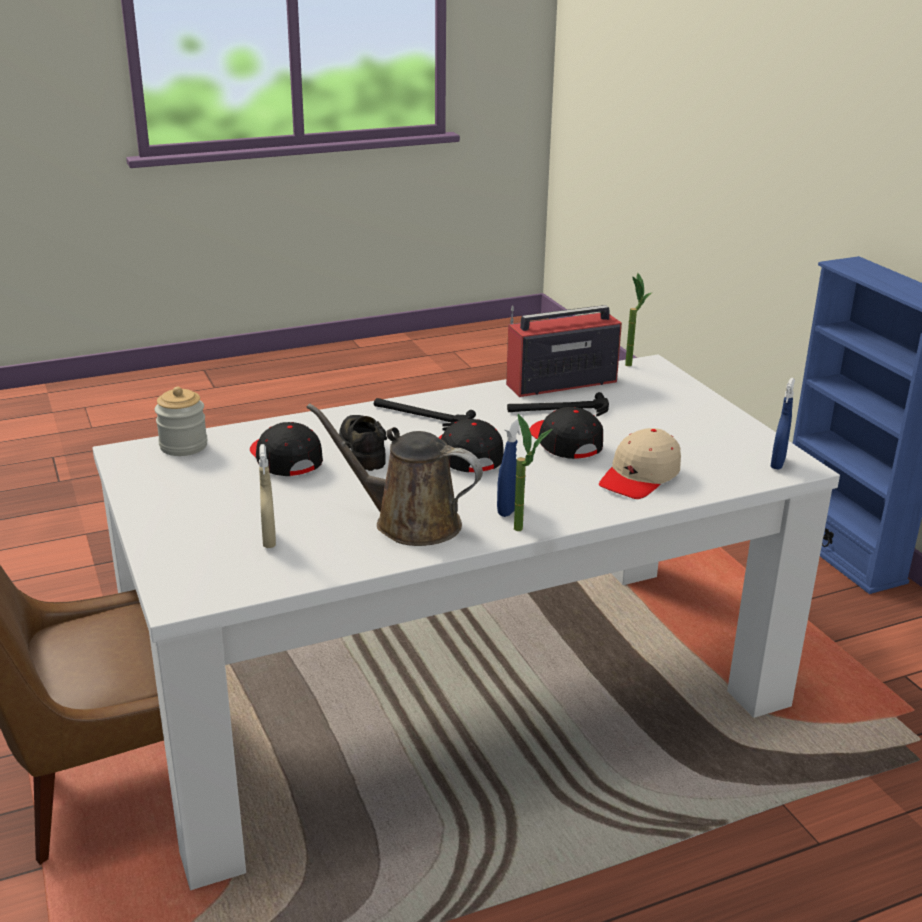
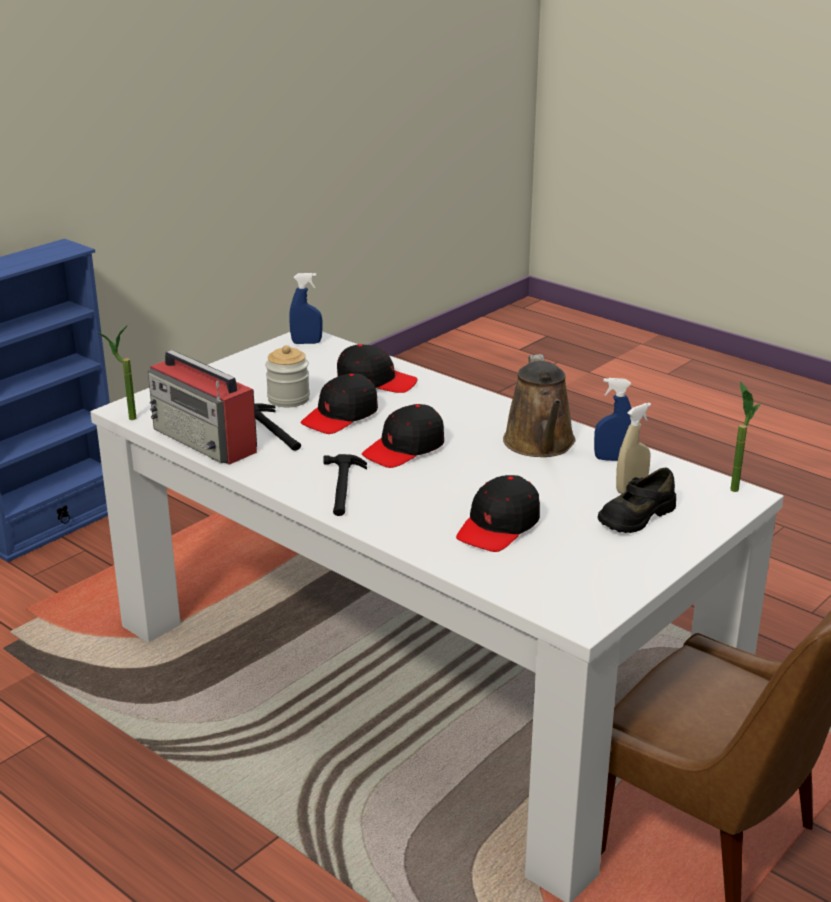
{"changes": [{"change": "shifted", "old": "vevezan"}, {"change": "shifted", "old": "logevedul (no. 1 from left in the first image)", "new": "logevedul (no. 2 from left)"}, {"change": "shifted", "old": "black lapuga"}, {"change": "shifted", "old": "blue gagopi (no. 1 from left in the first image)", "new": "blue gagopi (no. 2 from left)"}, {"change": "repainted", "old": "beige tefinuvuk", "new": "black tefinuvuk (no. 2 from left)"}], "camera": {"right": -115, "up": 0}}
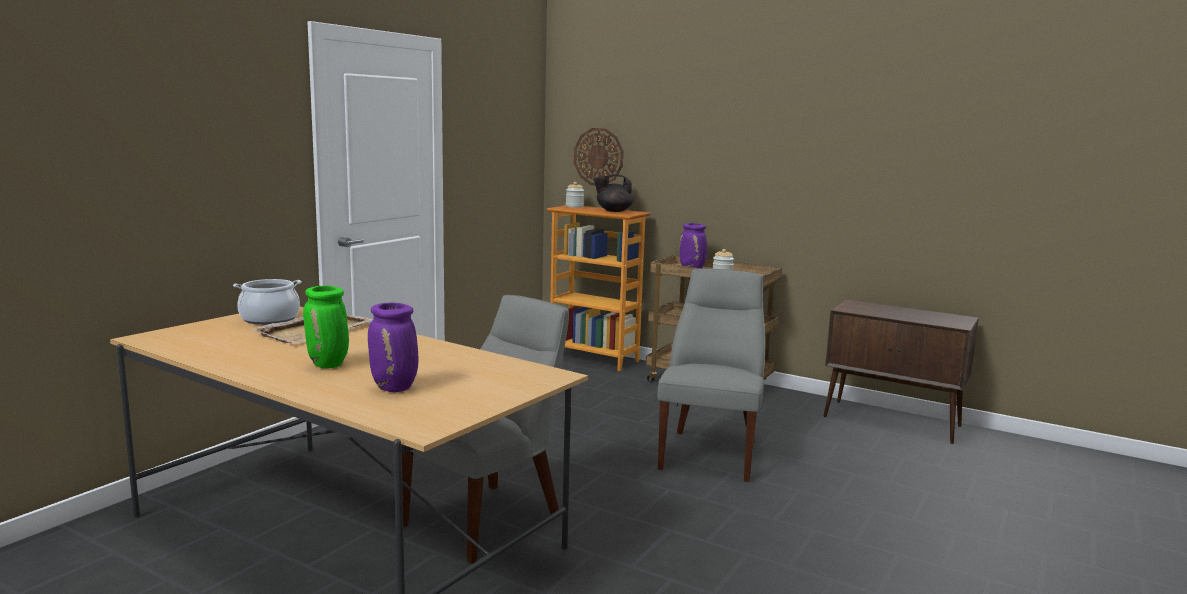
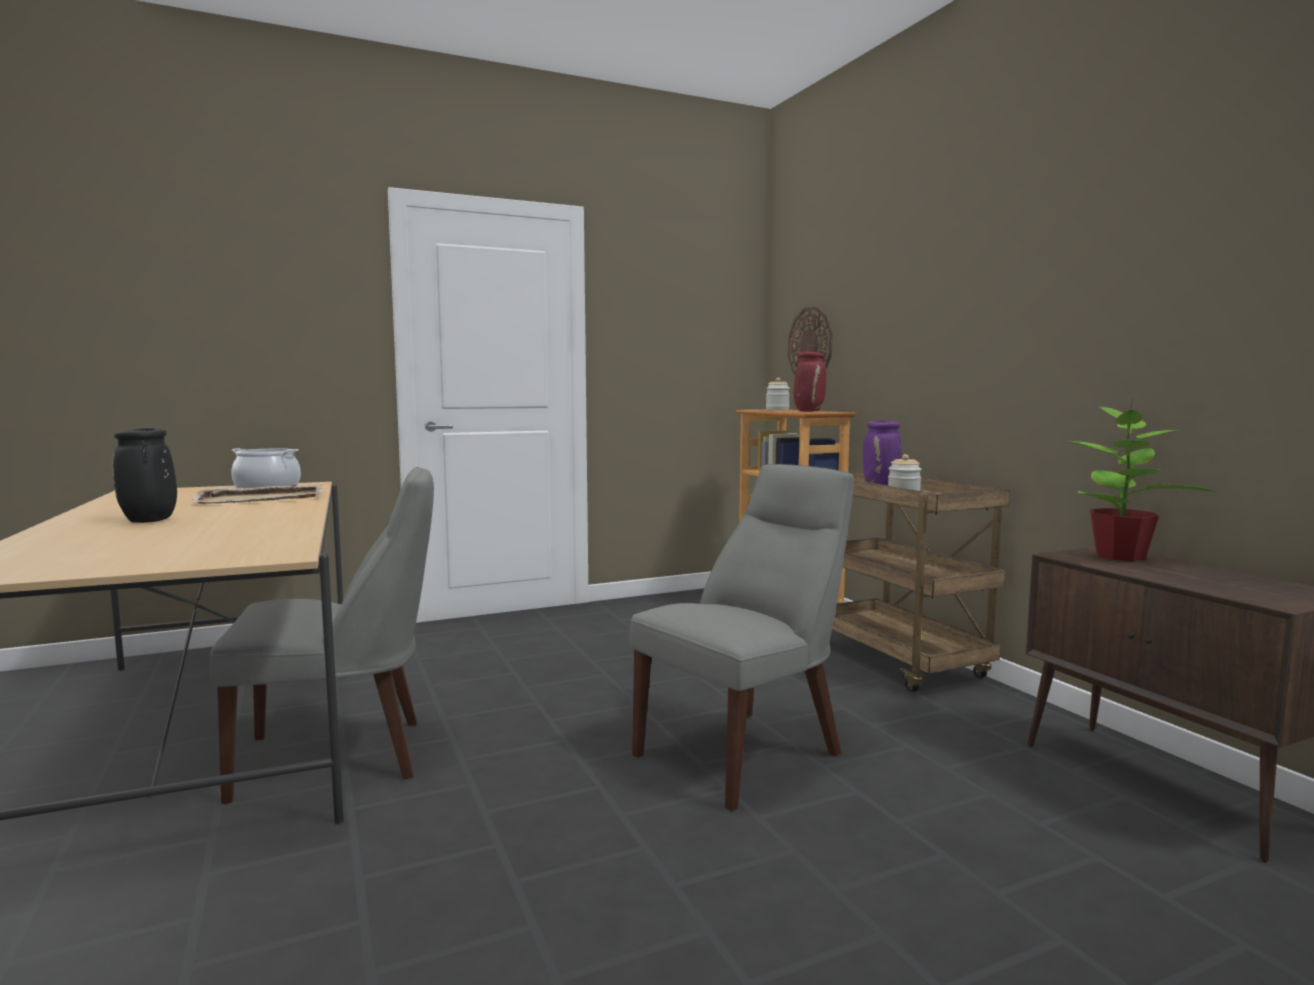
{"changes": [{"change": "swapped", "old": "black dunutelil", "new": "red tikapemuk"}, {"change": "repainted", "old": "green tikapemuk", "new": "black tikapemuk"}, {"change": "gone", "old": "purple tikapemuk (no. 1 from left)"}, {"change": "new", "new": "logevedul"}], "camera": {"right": 35, "up": -5}}
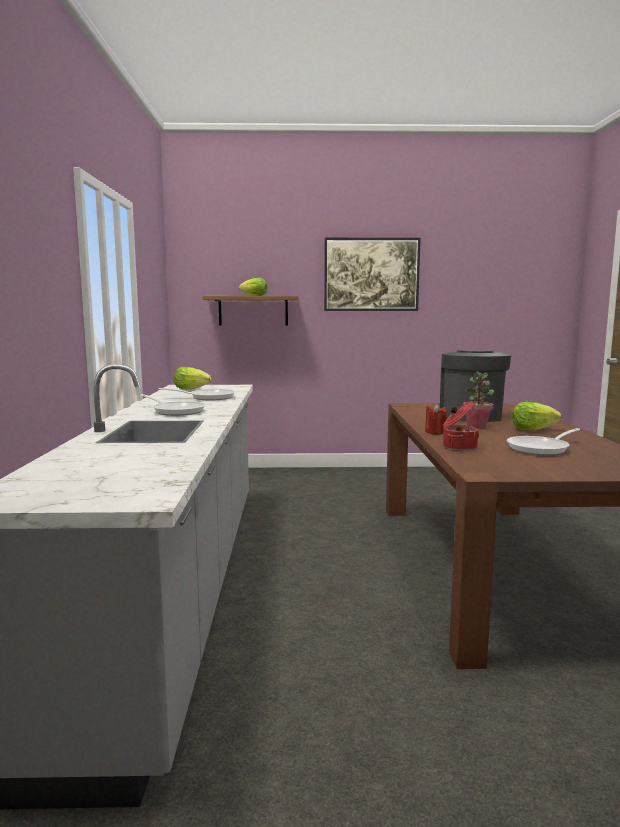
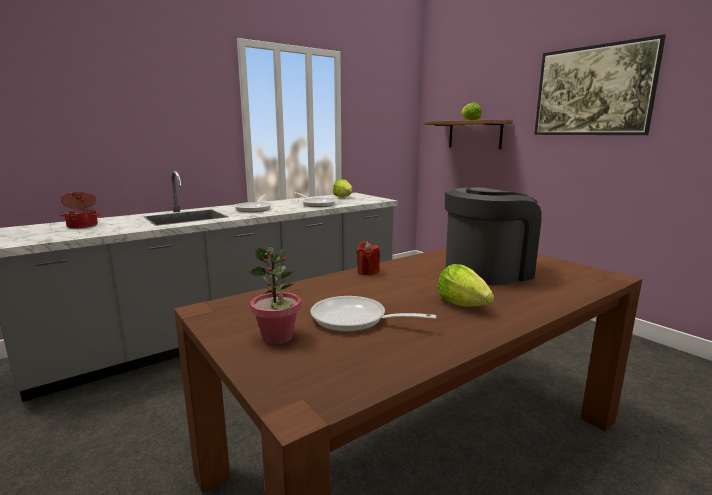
{"changes": [{"change": "shifted", "old": "logevedul"}, {"change": "shifted", "old": "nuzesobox"}], "camera": {"right": 55, "up": 5}}
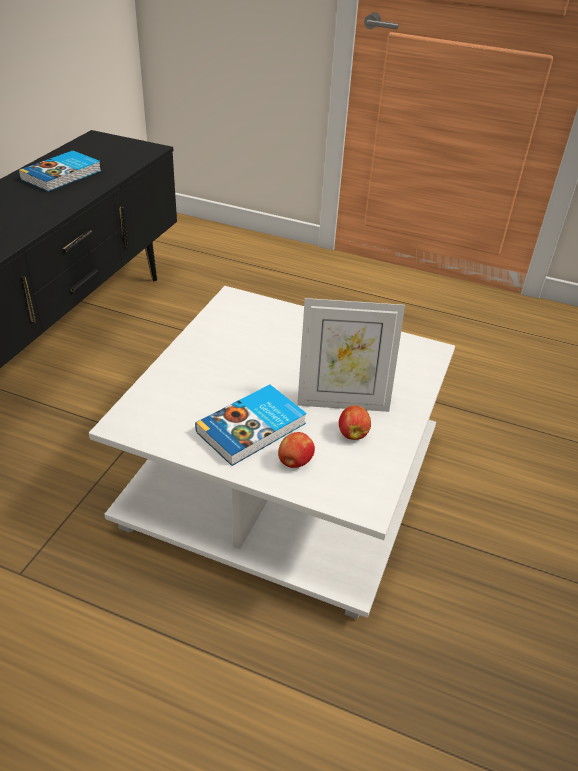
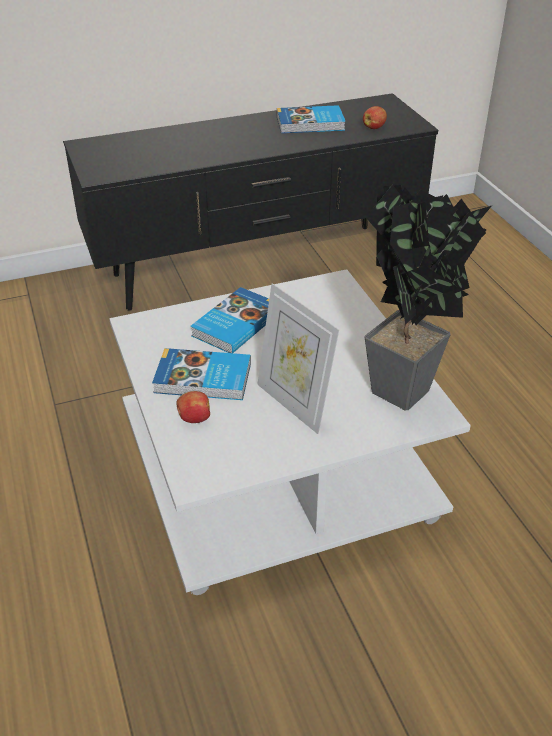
{"changes": [{"change": "shifted", "old": "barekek (no. 2 from left)"}, {"change": "new", "new": "logevedul"}, {"change": "new", "new": "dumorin (no. 2 from left)"}], "camera": {"right": 50, "up": 0}}
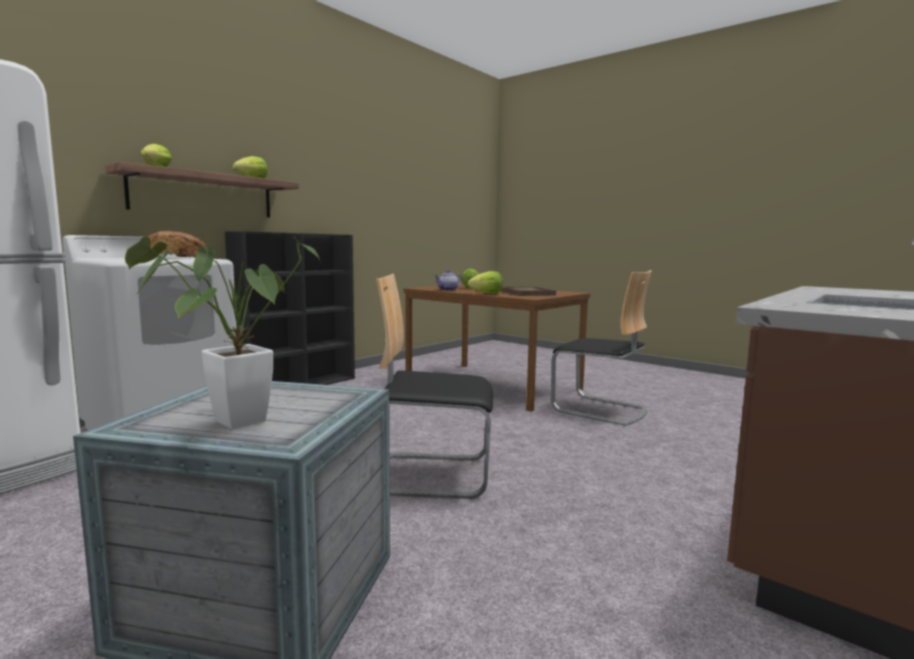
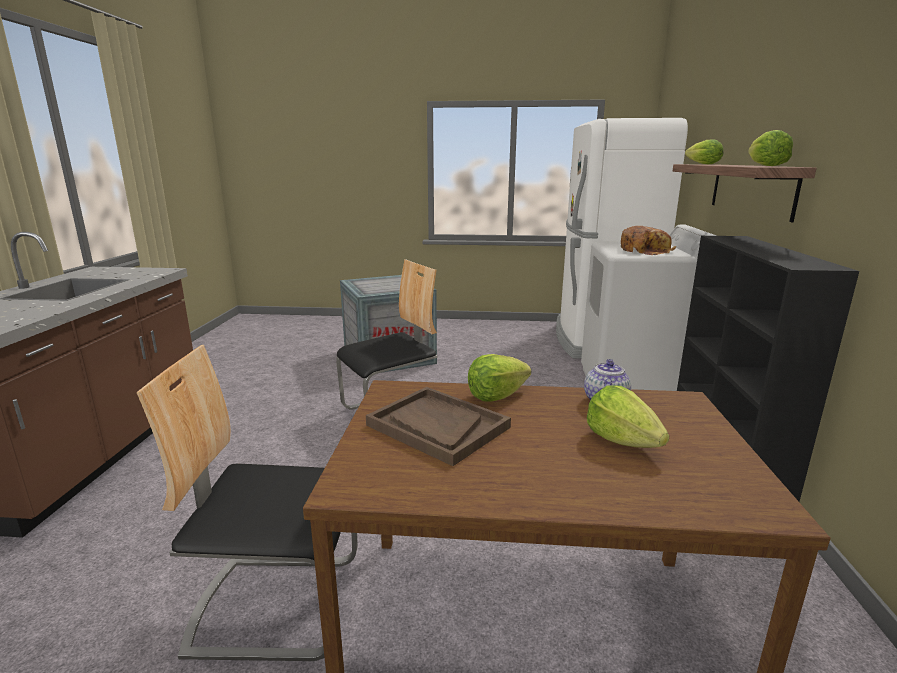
{"changes": [{"change": "gone", "old": "logevedul"}], "camera": {"right": 145, "up": 10}}
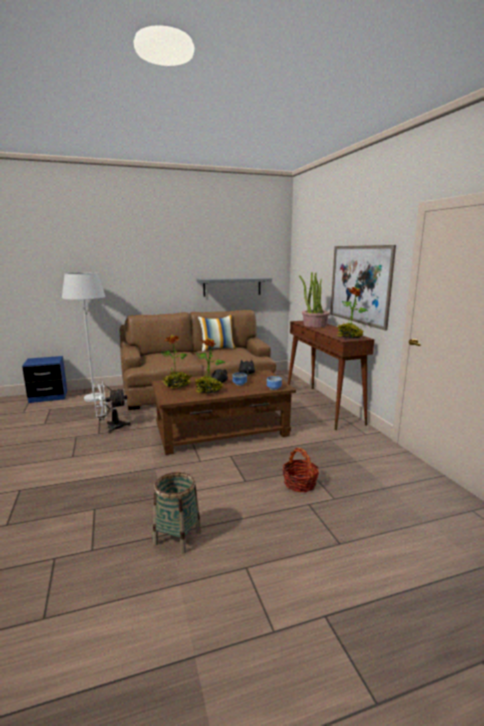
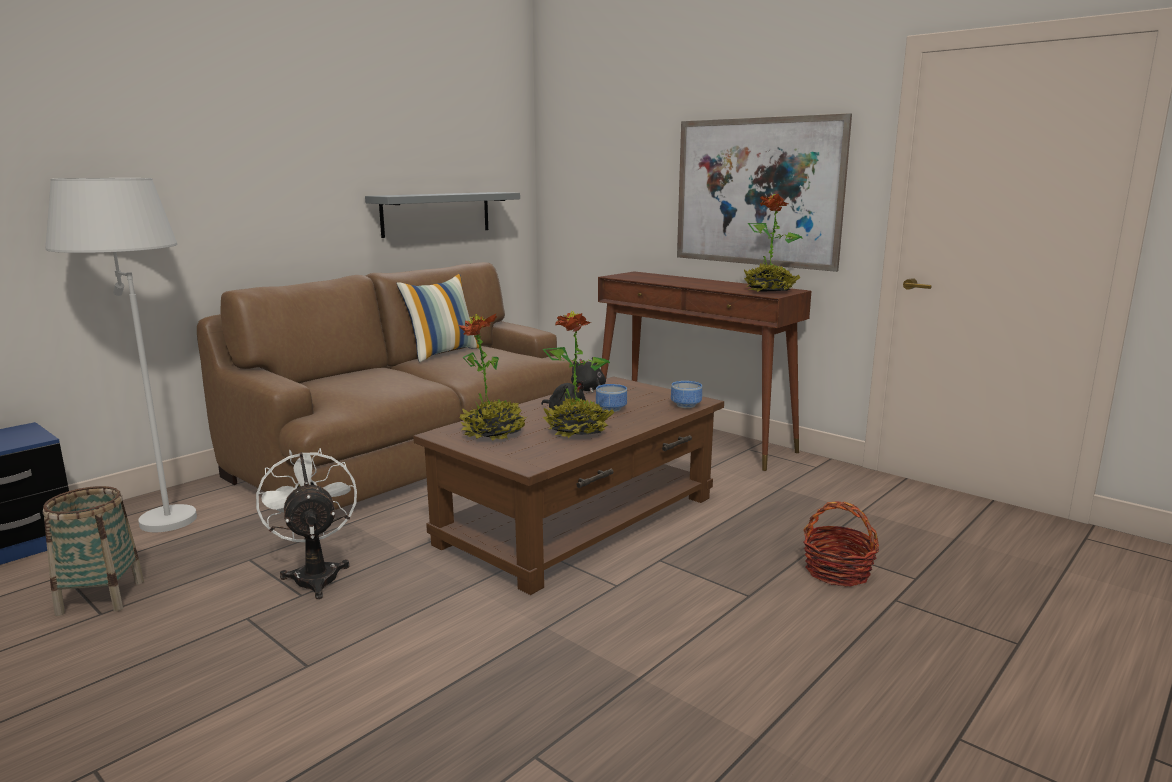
{"changes": [{"change": "gone", "old": "logevedul (no. 3 from left)"}, {"change": "rotated", "old": "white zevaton", "degrees": 120}, {"change": "shifted", "old": "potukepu (no. 1 from left)"}], "camera": {"right": -30, "up": 0}}
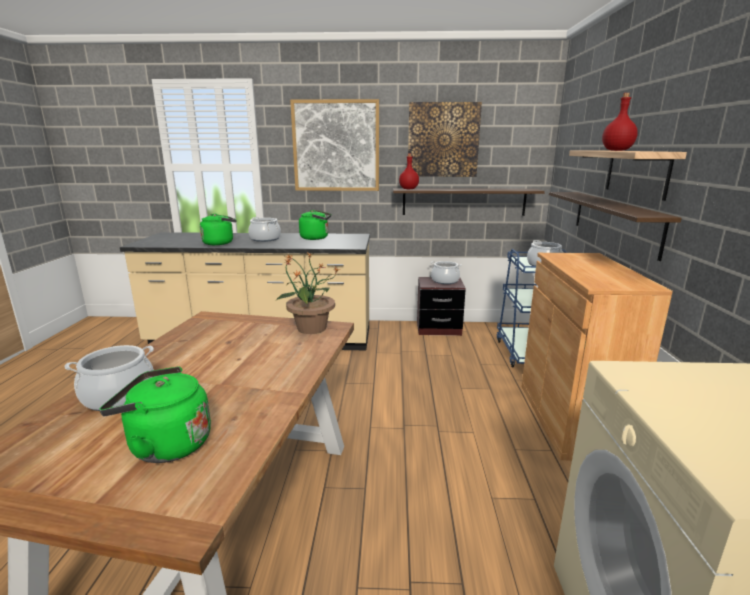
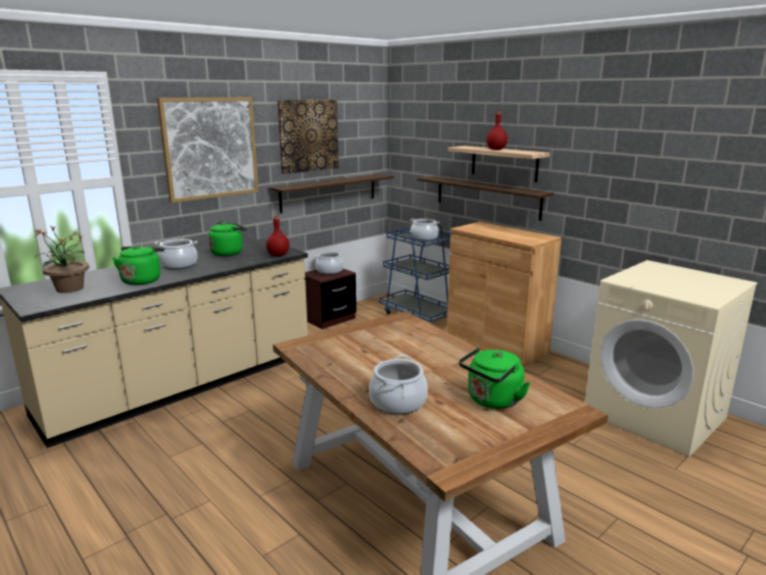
{"changes": [{"change": "shifted", "old": "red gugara (no. 1 from left)"}, {"change": "shifted", "old": "logevedul"}], "camera": {"right": -45, "up": 0}}
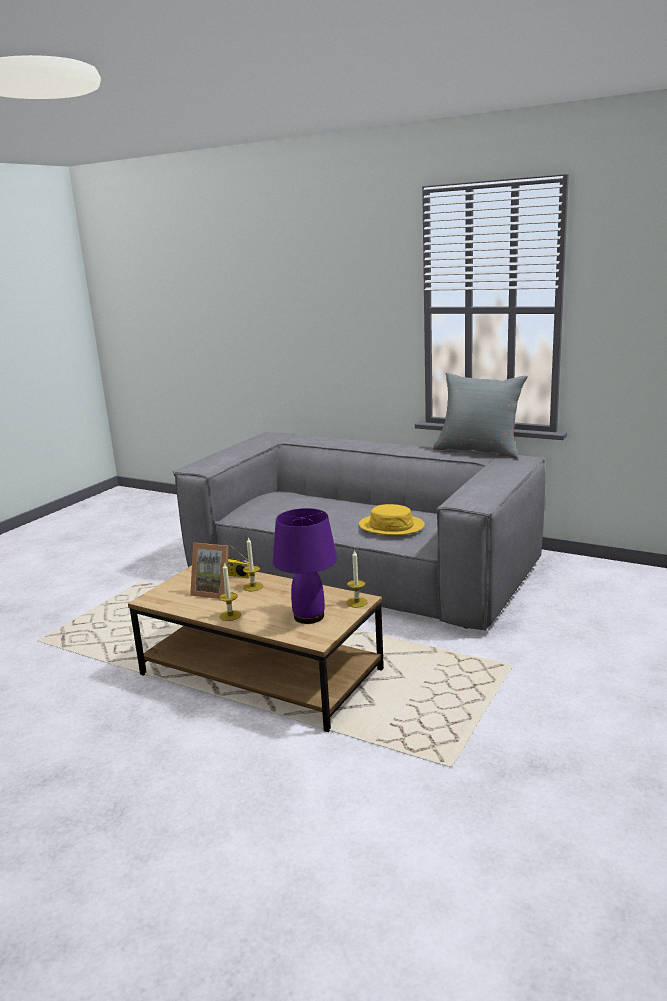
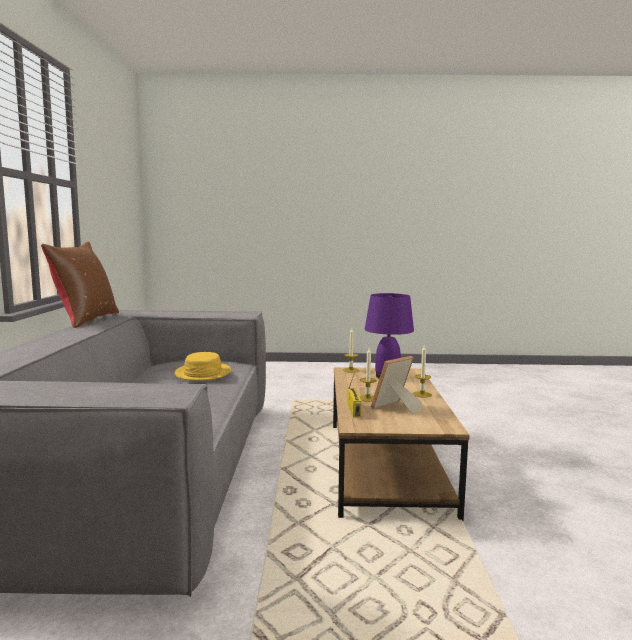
{"changes": [{"change": "repainted", "old": "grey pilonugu", "new": "brown pilonugu"}, {"change": "rotated", "old": "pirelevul", "degrees": -120}], "camera": {"right": -120, "up": -10}}
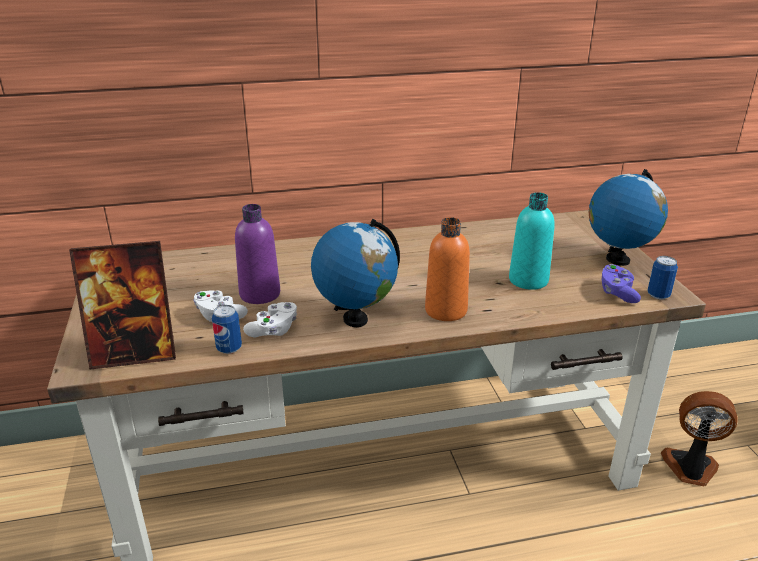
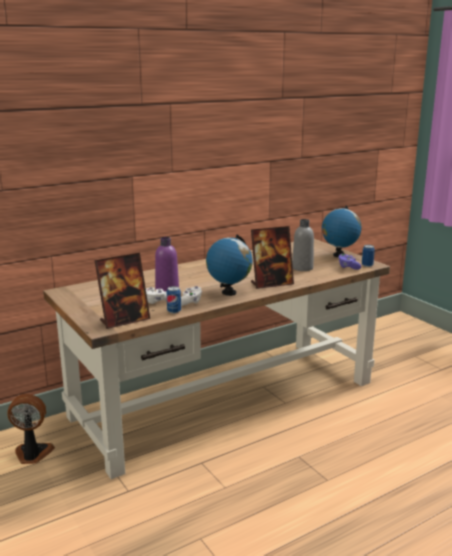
{"changes": [{"change": "repainted", "old": "turquoise gugara", "new": "grey gugara"}, {"change": "swapped", "old": "orange gugara", "new": "pirelevul (no. 2 from left)"}, {"change": "shifted", "old": "zevaton"}], "camera": {"right": -20, "up": -10}}
